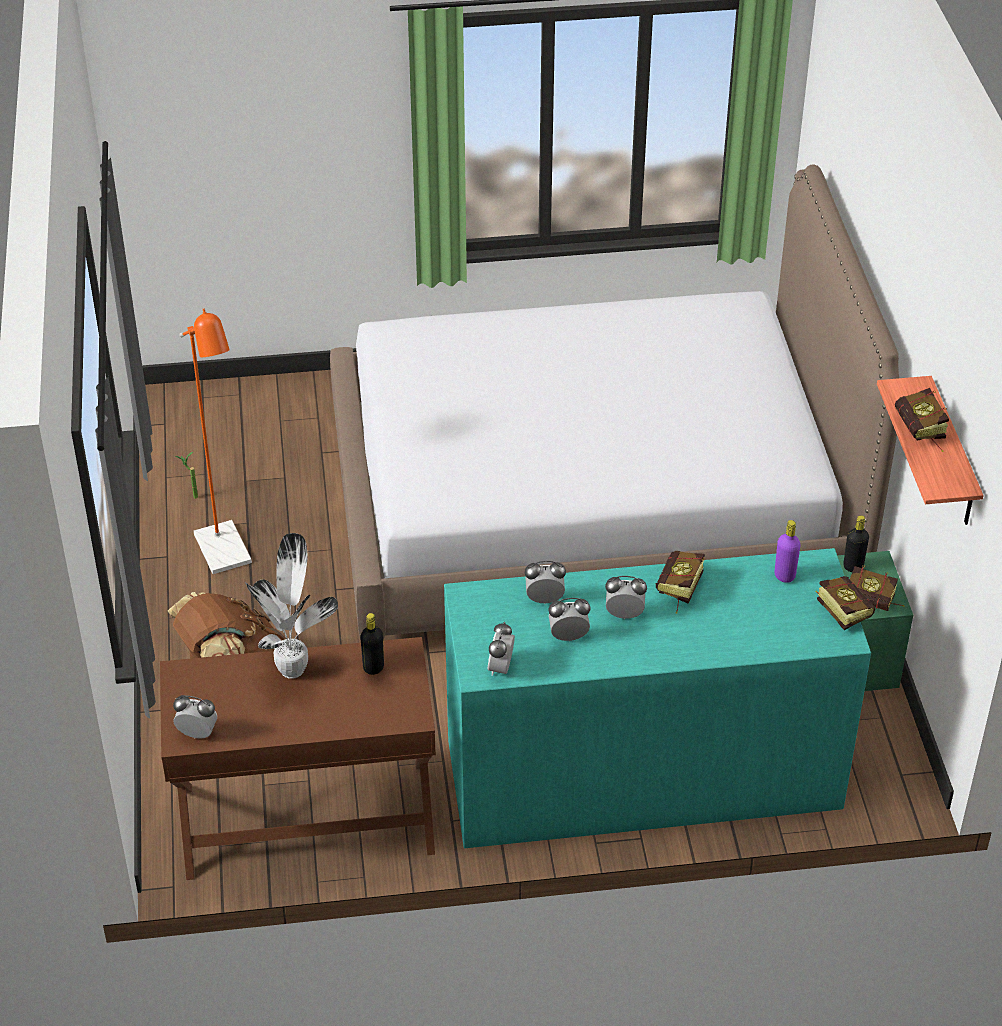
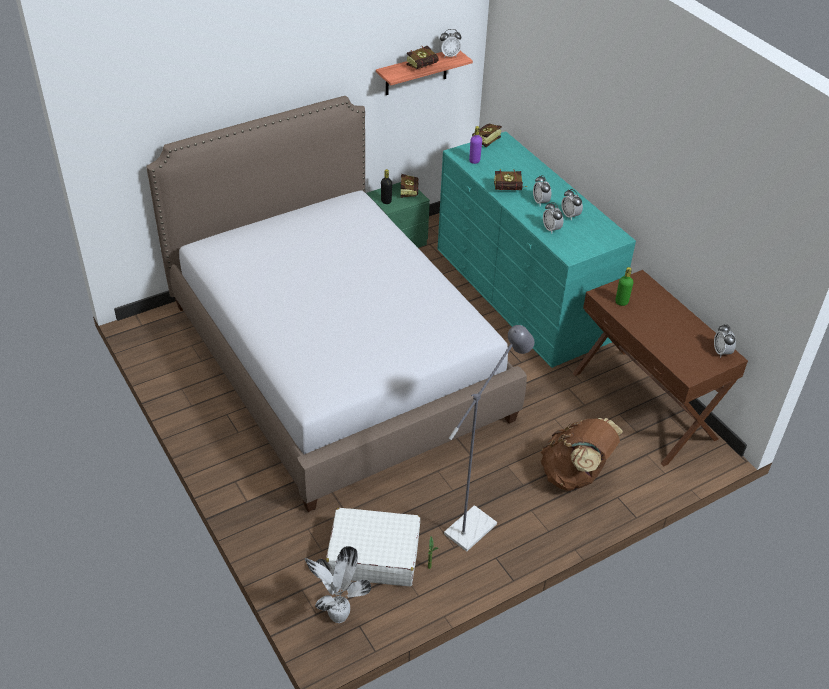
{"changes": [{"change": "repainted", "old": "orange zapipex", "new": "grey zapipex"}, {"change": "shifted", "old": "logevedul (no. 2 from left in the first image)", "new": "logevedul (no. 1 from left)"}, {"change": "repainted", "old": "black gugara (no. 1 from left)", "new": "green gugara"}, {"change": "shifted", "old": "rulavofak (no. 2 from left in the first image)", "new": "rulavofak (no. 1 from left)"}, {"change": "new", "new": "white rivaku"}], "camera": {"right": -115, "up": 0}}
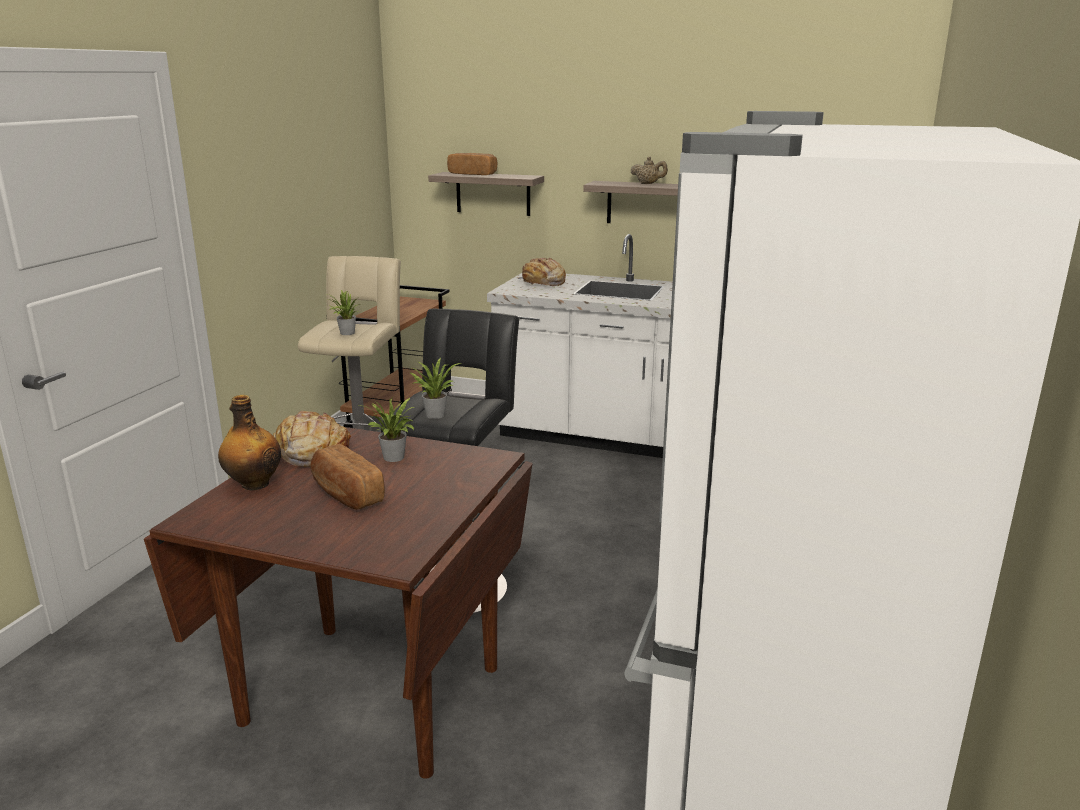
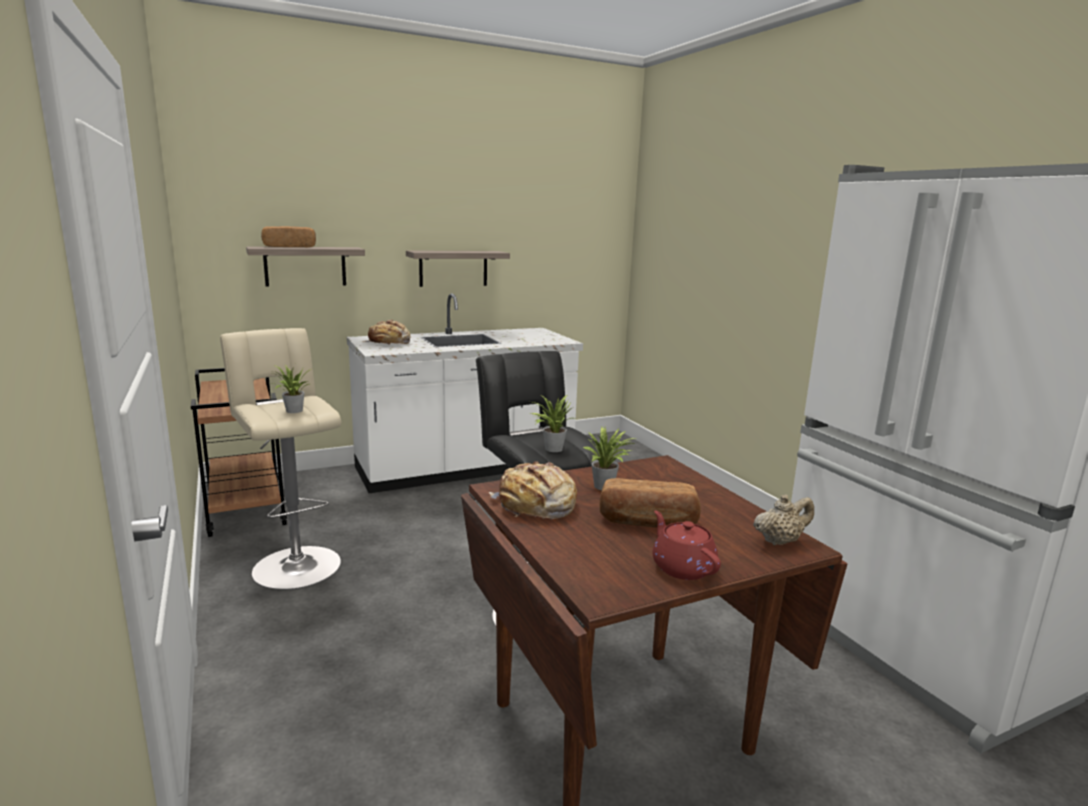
{"changes": [{"change": "shifted", "old": "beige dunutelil"}, {"change": "gone", "old": "gugara"}, {"change": "new", "new": "red dunutelil"}], "camera": {"right": -45, "up": -5}}
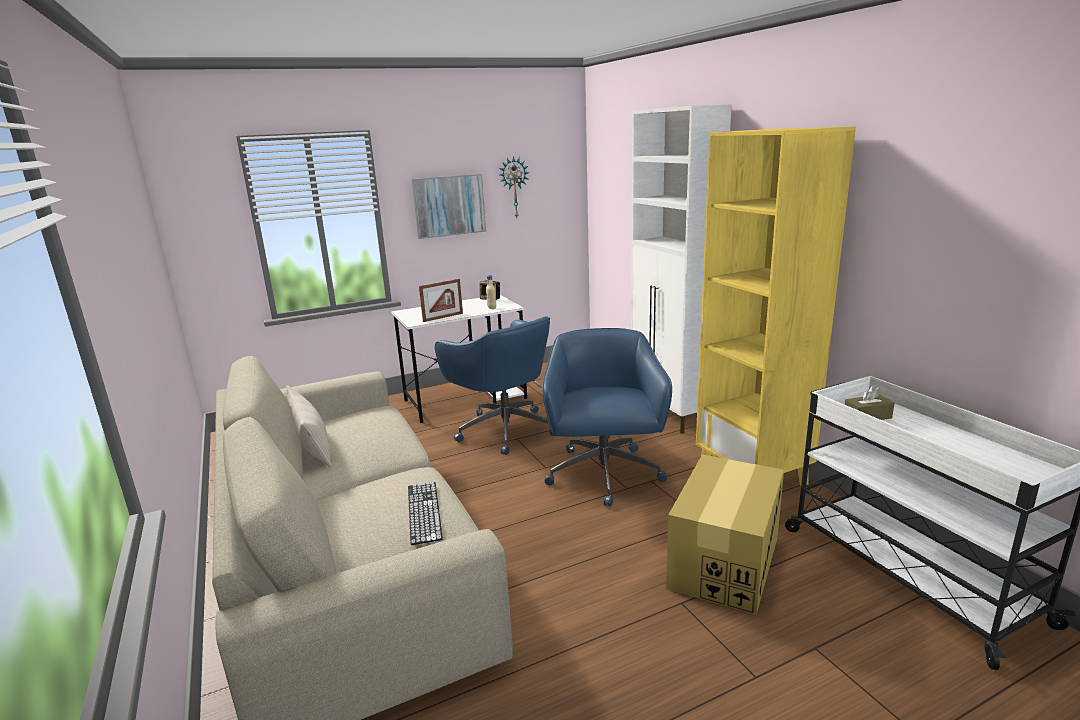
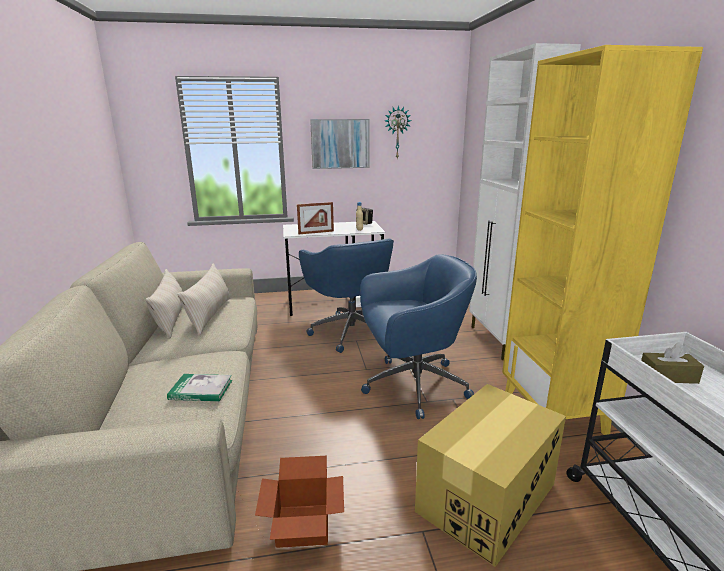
{"changes": [{"change": "rotated", "old": "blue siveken (no. 2 from left)", "degrees": 60}, {"change": "swapped", "old": "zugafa", "new": "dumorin"}, {"change": "new", "new": "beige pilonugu (no. 2 from left)"}, {"change": "new", "new": "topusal (no. 1 from left)"}], "camera": {"right": 15, "up": 0}}
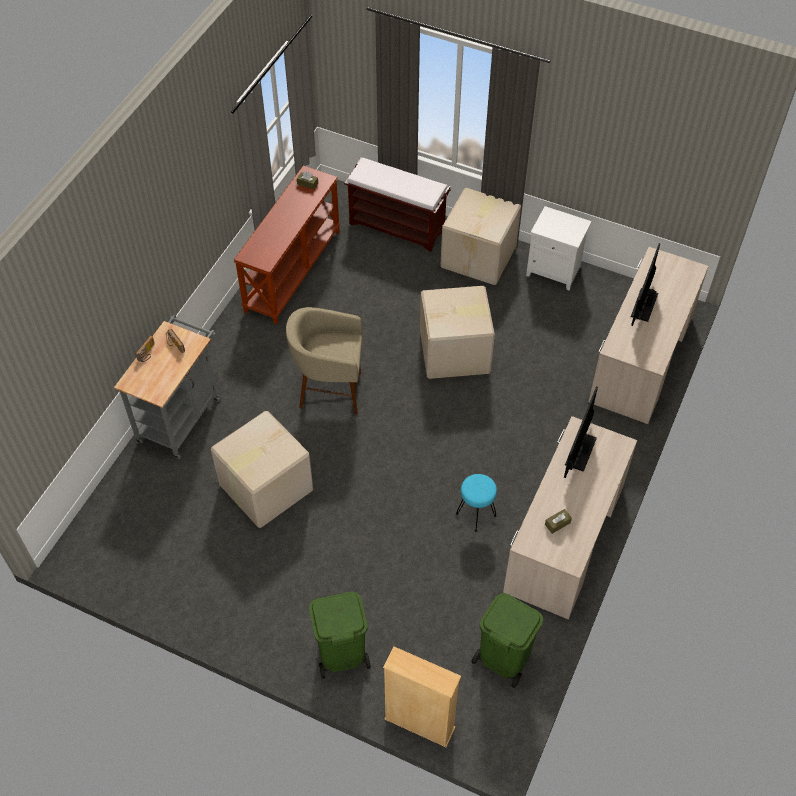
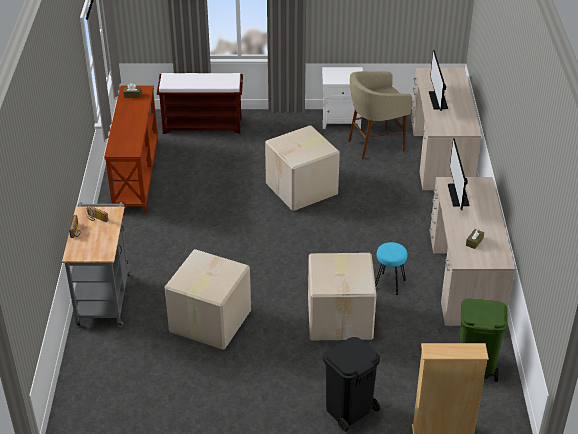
{"changes": [{"change": "shifted", "old": "topusal (no. 3 from left)"}, {"change": "shifted", "old": "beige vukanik"}, {"change": "repainted", "old": "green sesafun (no. 1 from left)", "new": "black sesafun"}], "camera": {"right": -25, "up": -15}}
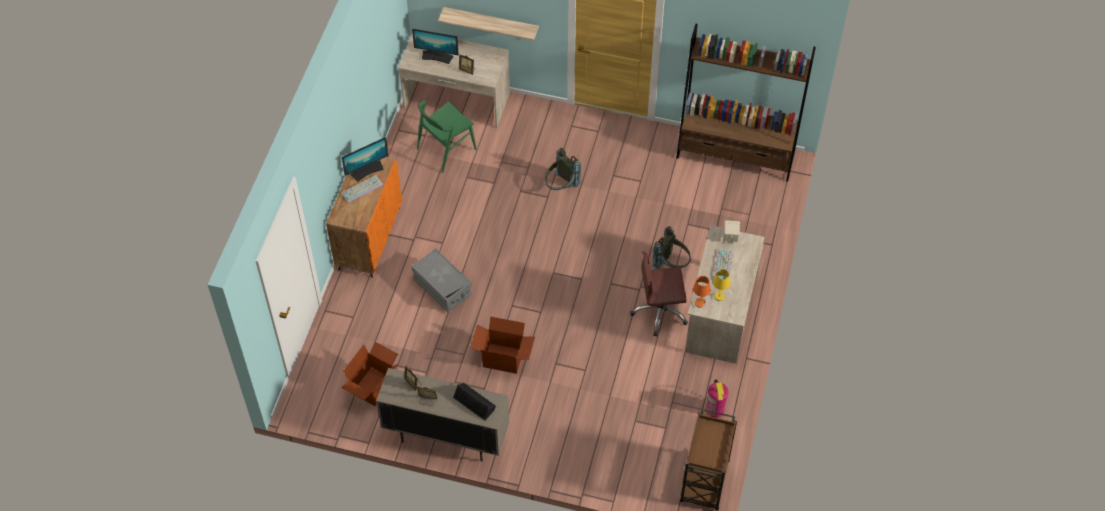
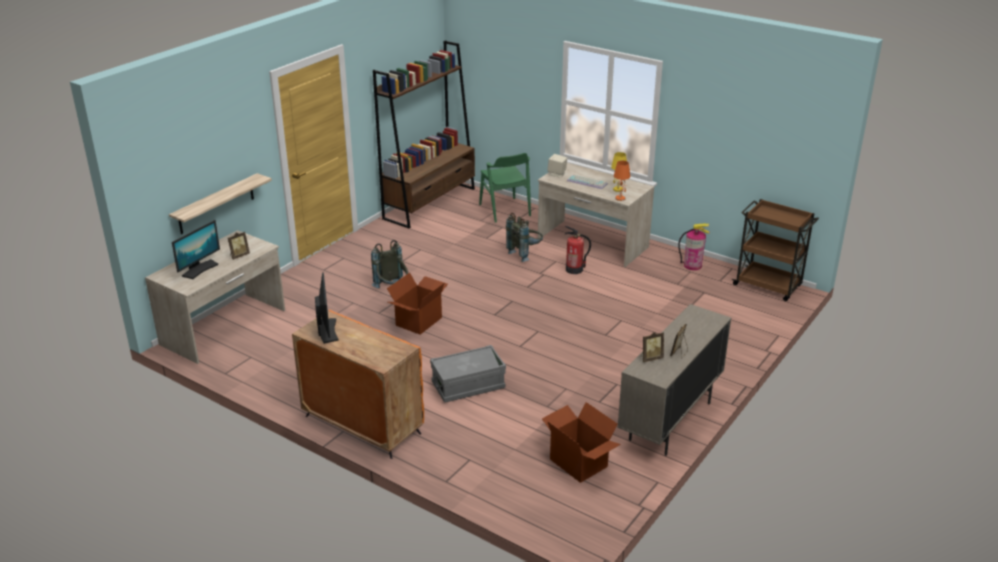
{"changes": [{"change": "shifted", "old": "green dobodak"}, {"change": "gone", "old": "zugafa (no. 1 from left)"}, {"change": "swapped", "old": "brown siveken", "new": "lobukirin (no. 1 from left)"}, {"change": "shifted", "old": "topusal (no. 2 from left in the first image)", "new": "topusal (no. 1 from left)"}, {"change": "gone", "old": "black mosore"}], "camera": {"right": -70, "up": -25}}
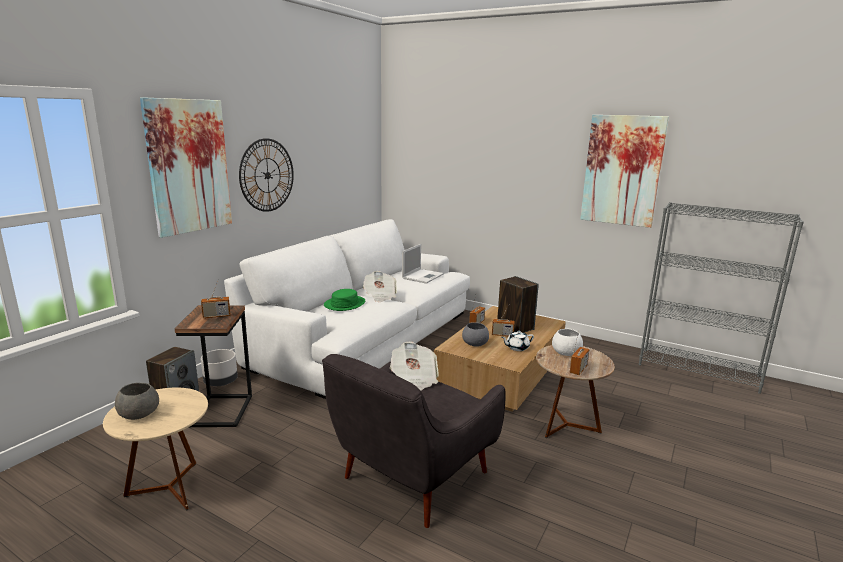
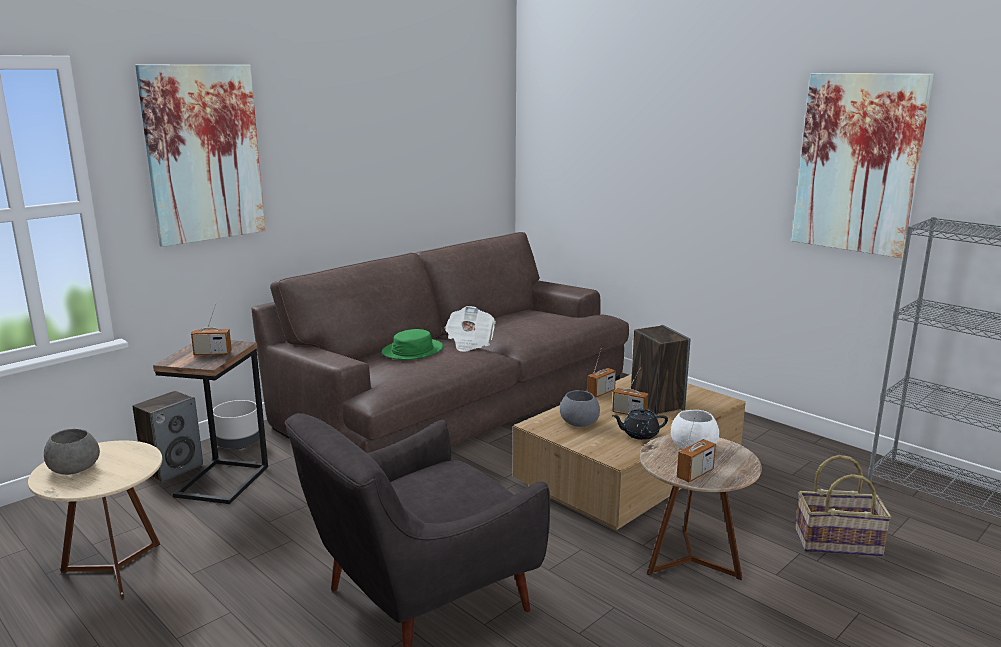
{"changes": [{"change": "gone", "old": "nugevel"}, {"change": "repainted", "old": "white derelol", "new": "brown derelol"}, {"change": "gone", "old": "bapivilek"}, {"change": "repainted", "old": "white dunutelil", "new": "black dunutelil"}, {"change": "gone", "old": "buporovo (no. 2 from left)"}, {"change": "new", "new": "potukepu"}], "camera": {"right": 15, "up": 0}}
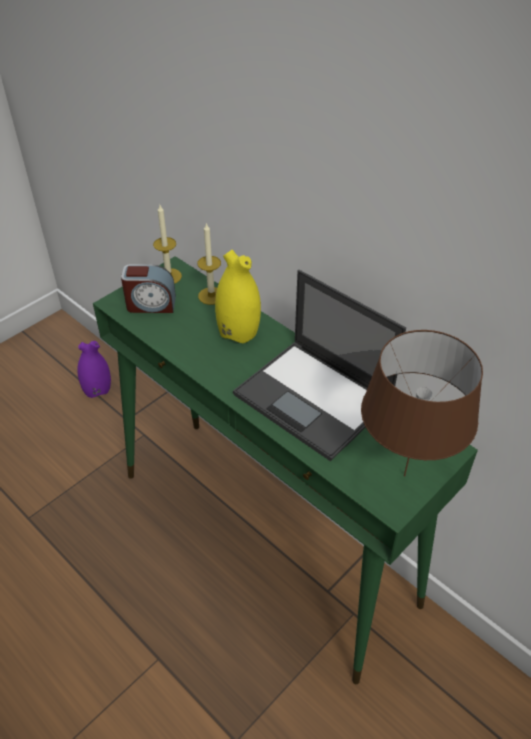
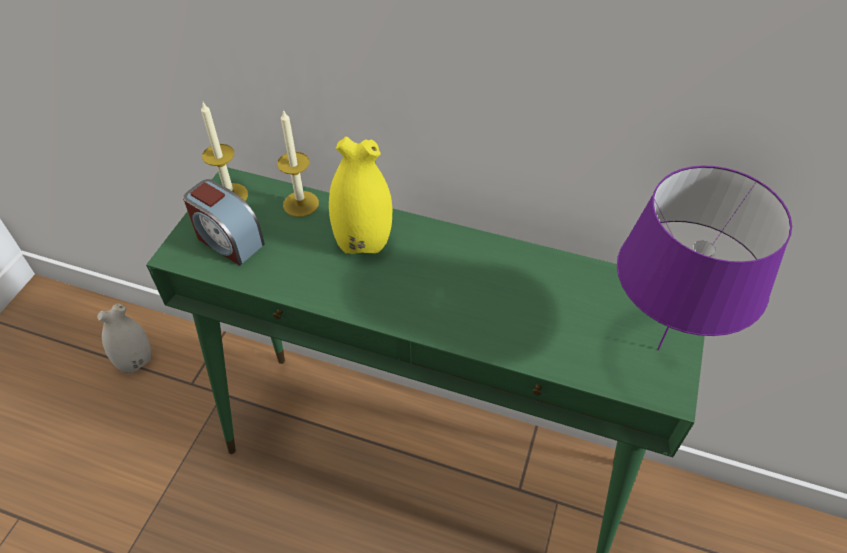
{"changes": [{"change": "rotated", "old": "rulavofak", "degrees": 60}, {"change": "gone", "old": "bapivilek"}, {"change": "repainted", "old": "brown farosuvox", "new": "purple farosuvox"}, {"change": "repainted", "old": "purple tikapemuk", "new": "white tikapemuk"}], "camera": {"right": -25, "up": 5}}
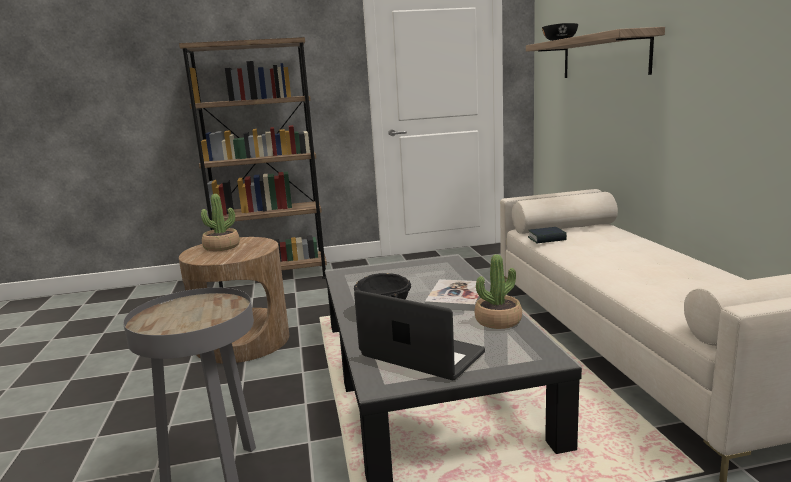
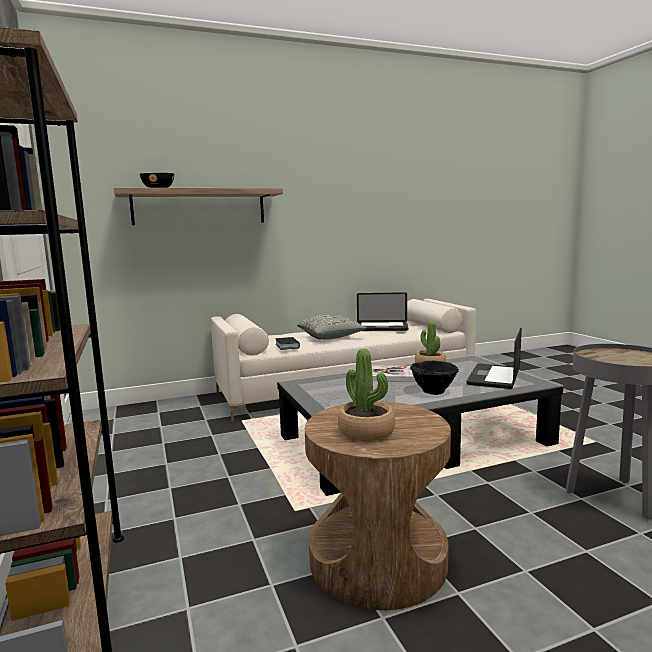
{"changes": [{"change": "new", "new": "bapivilek (no. 1 from left)"}, {"change": "new", "new": "grey pilonugu"}], "camera": {"right": -100, "up": -5}}
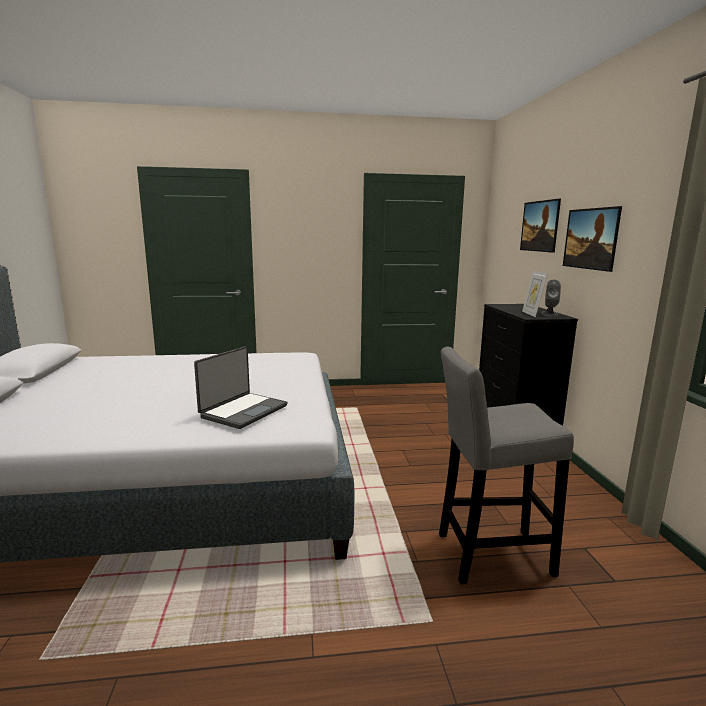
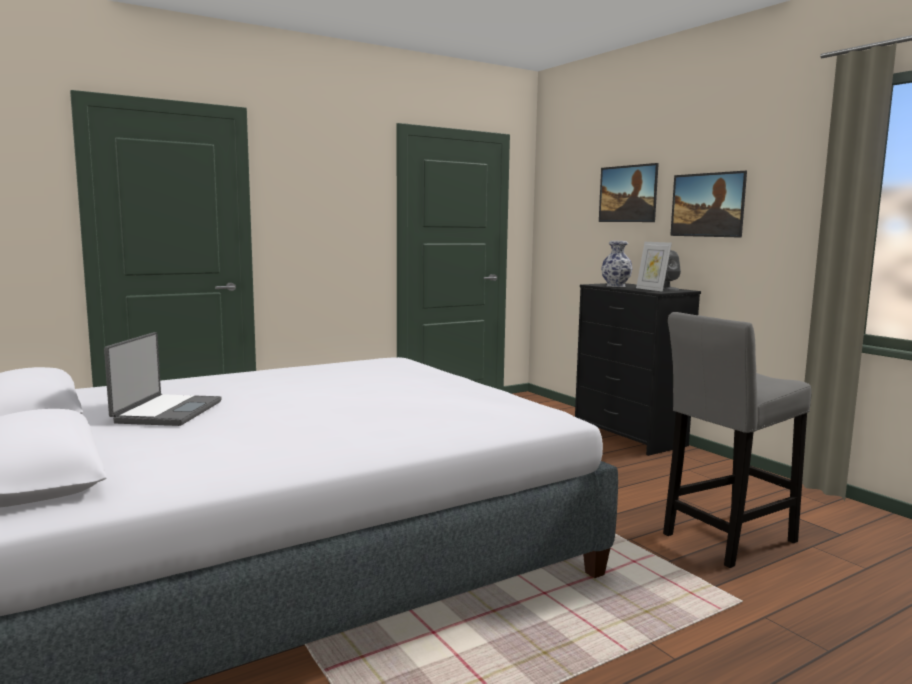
{"changes": [{"change": "shifted", "old": "bapivilek"}, {"change": "new", "new": "tikapemuk"}], "camera": {"right": -25, "up": -5}}
